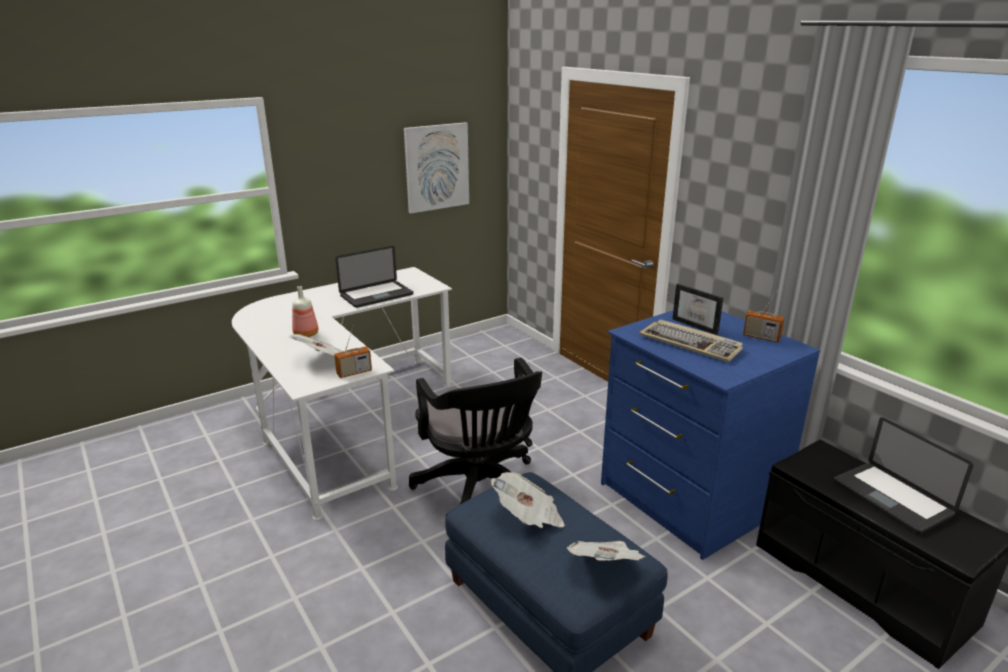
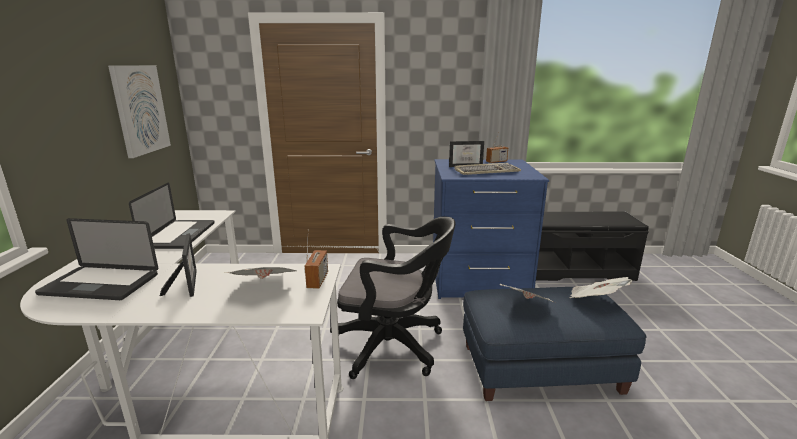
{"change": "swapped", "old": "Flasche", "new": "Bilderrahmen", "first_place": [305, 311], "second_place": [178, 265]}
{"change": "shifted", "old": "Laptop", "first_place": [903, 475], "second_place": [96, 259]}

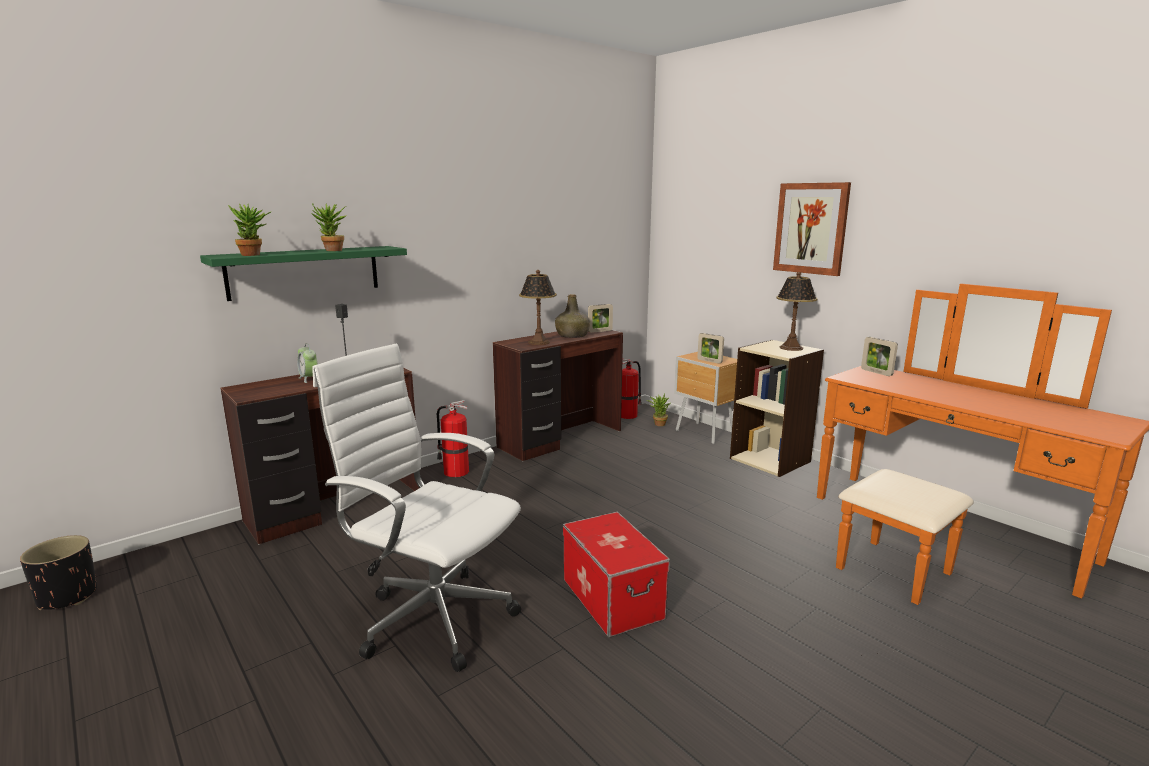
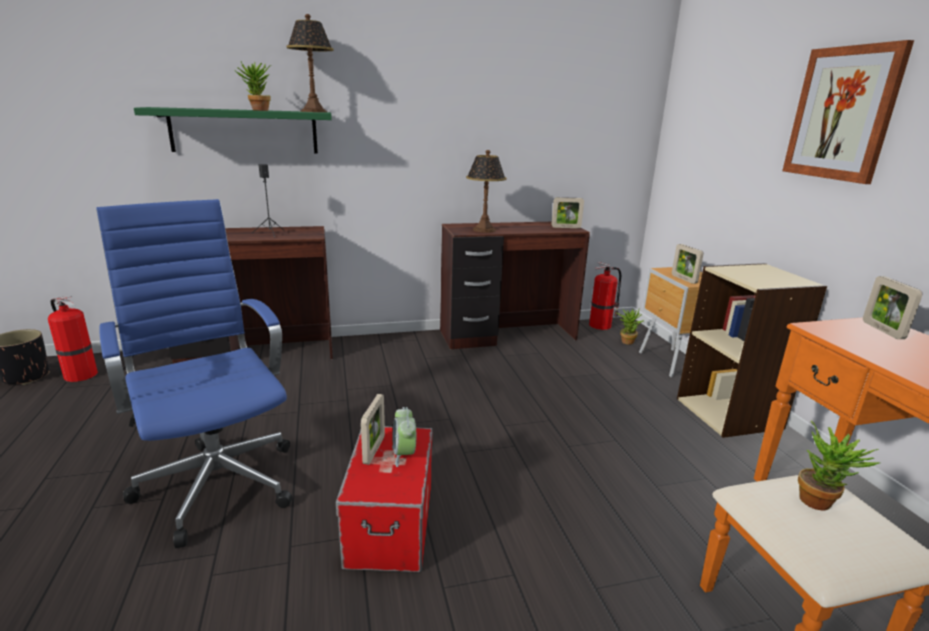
{"change": "shifted", "old": "Topfpflanze", "first_place": [249, 230], "second_place": [838, 466]}
{"change": "shifted", "old": "Wecker", "first_place": [307, 363], "second_place": [404, 437]}
{"change": "repainted", "old": "Bürostuhl/weiß", "new": "Bürostuhl/blau", "first_place": [416, 508], "second_place": [194, 373]}
{"change": "shifted", "old": "Feuerlöscher", "first_place": [453, 438], "second_place": [73, 339]}
{"change": "gone", "old": "Flasche/grün", "first_place": [572, 316]}
{"change": "shifted", "old": "Tischlampe", "first_place": [797, 311], "second_place": [310, 63]}
{"change": "new", "new": "Bilderrahmen", "second_place": [373, 429]}

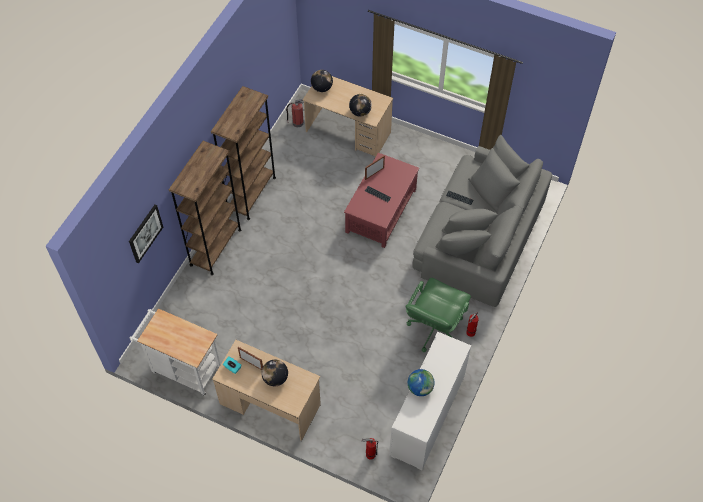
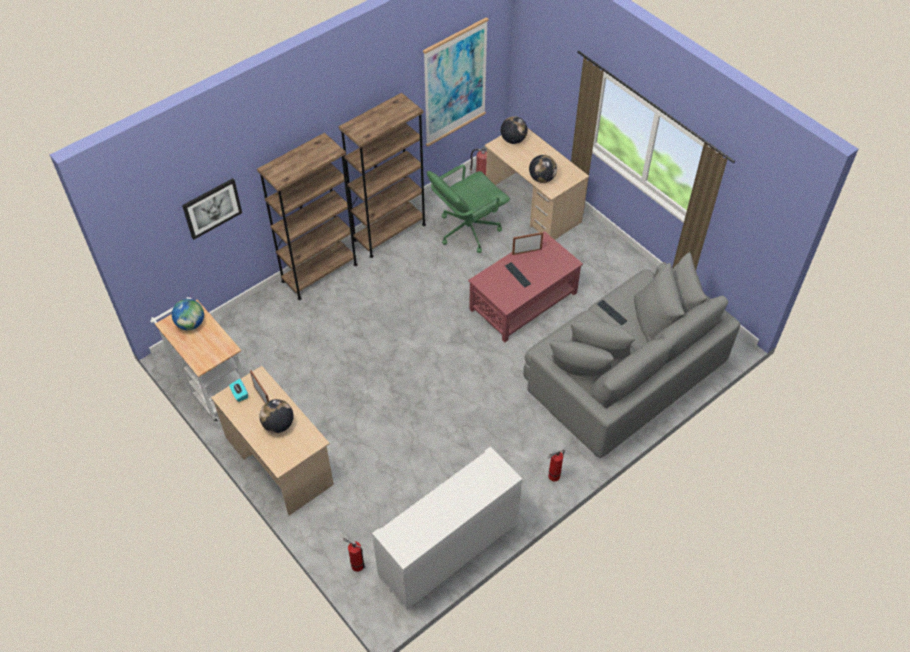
{"change": "shifted", "old": "Bürostuhl/grün", "first_place": [438, 315], "second_place": [468, 208]}
{"change": "shifted", "old": "Globus", "first_place": [421, 382], "second_place": [188, 314]}
{"change": "new", "new": "Bild", "second_place": [456, 82]}

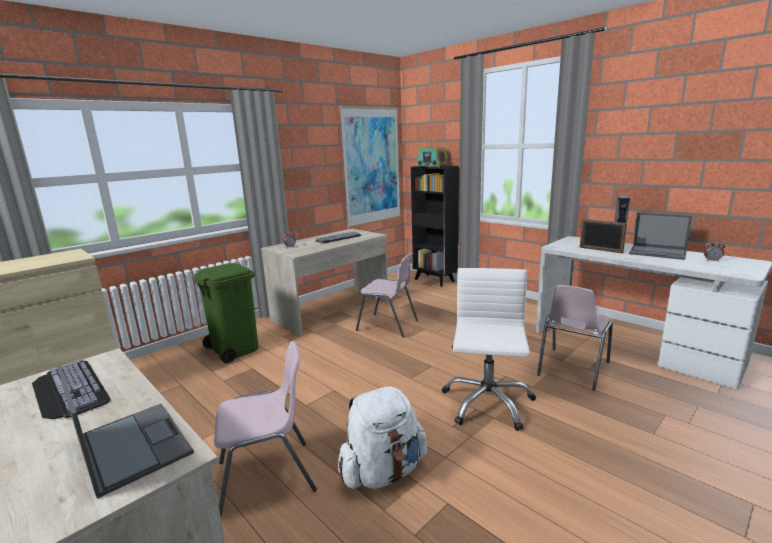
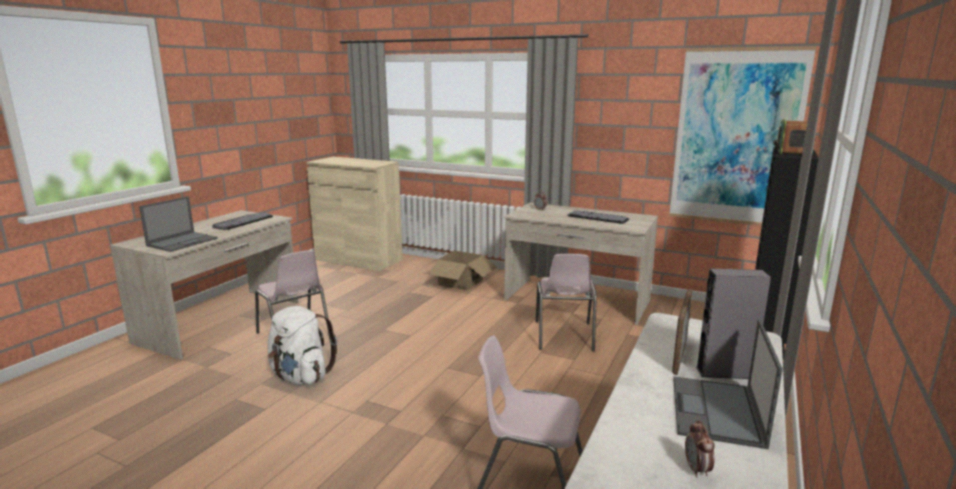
{"change": "swapped", "old": "Mülleimer/grün", "new": "Karton", "first_place": [227, 313], "second_place": [461, 271]}
{"change": "gone", "old": "Bürostuhl/weiß", "first_place": [489, 349]}

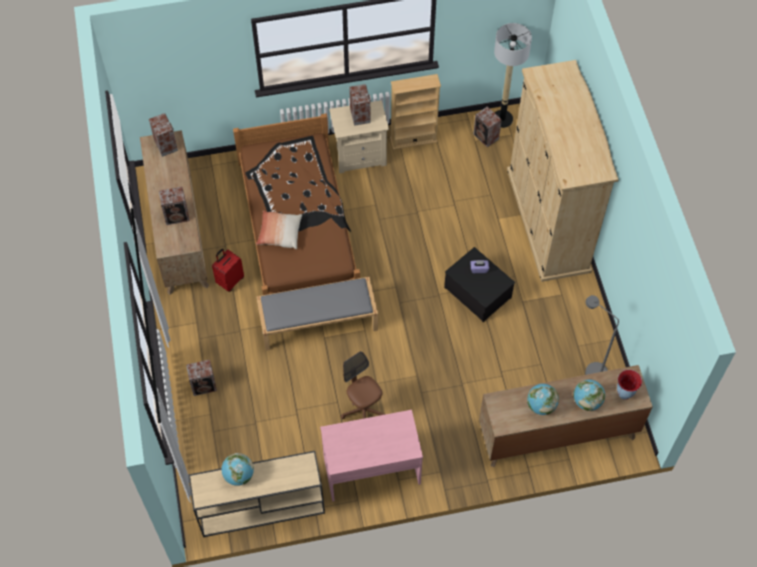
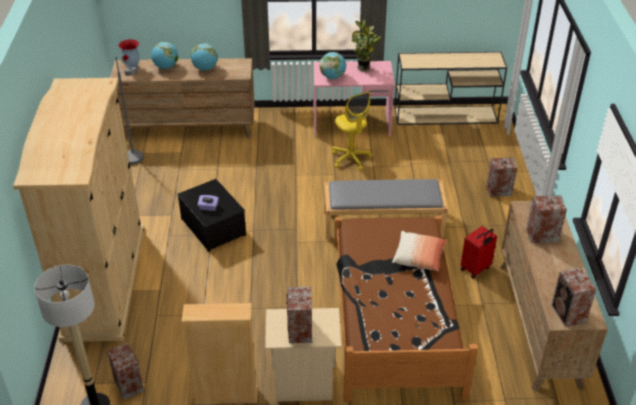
{"change": "shifted", "old": "Globus", "first_place": [238, 469], "second_place": [333, 65]}
{"change": "repainted", "old": "Bürostuhl/braun", "new": "Bürostuhl/gelb", "first_place": [363, 385], "second_place": [352, 131]}
{"change": "new", "new": "Topfpflanze", "second_place": [366, 45]}

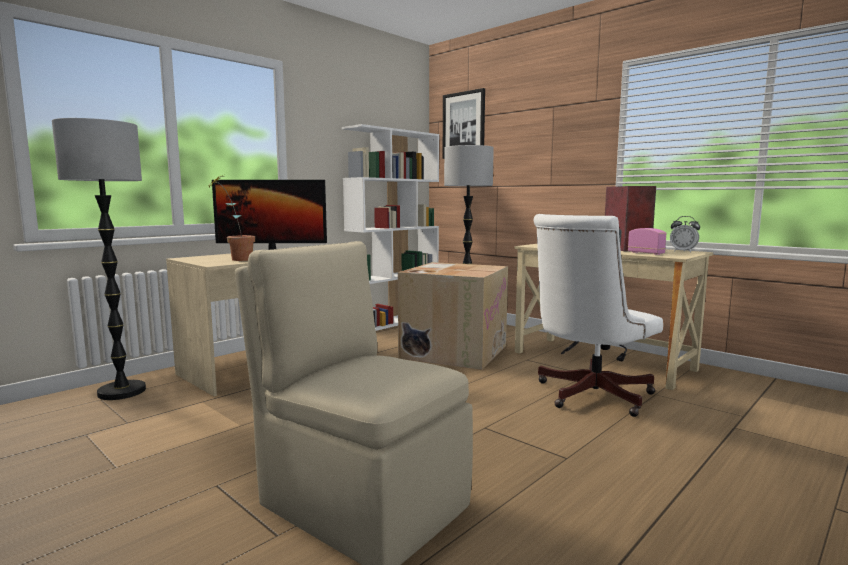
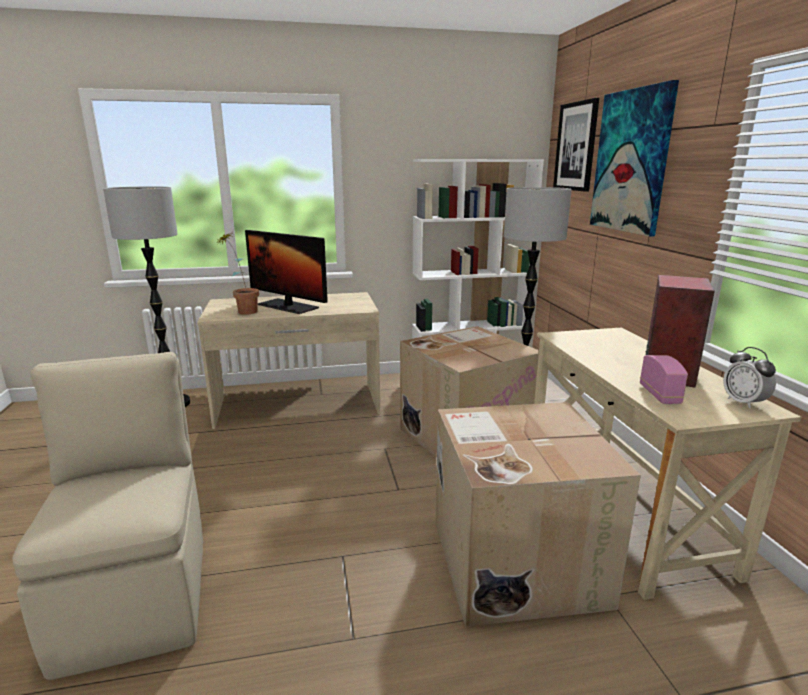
{"change": "swapped", "old": "Bürostuhl/weiß", "new": "Karton", "first_place": [598, 315], "second_place": [538, 514]}
{"change": "new", "new": "Bild", "second_place": [634, 158]}

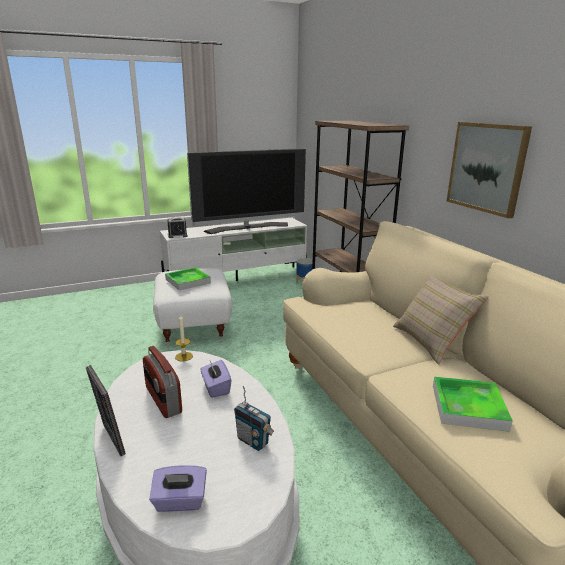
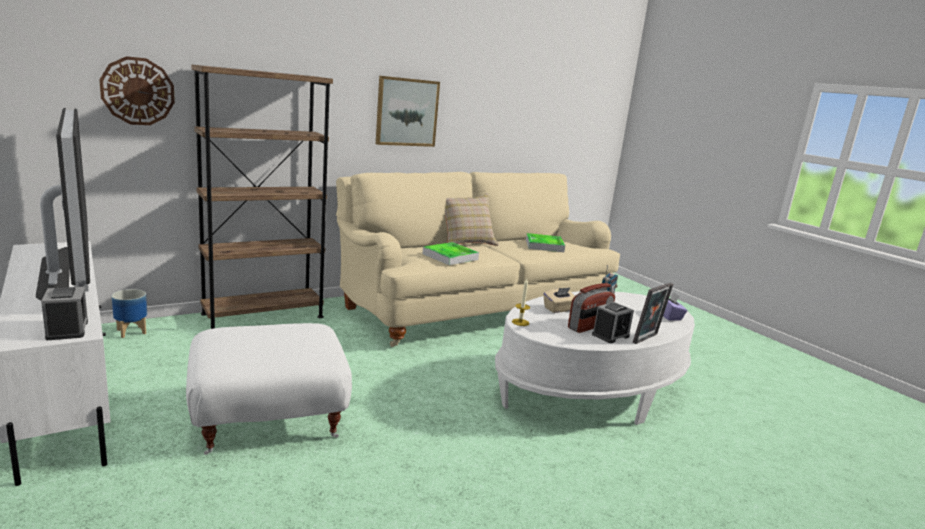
{"change": "shifted", "old": "Tablett", "first_place": [188, 279], "second_place": [451, 253]}
{"change": "repainted", "old": "Taschentuchbox/lila", "new": "Taschentuchbox/beige", "first_place": [215, 379], "second_place": [559, 300]}
{"change": "new", "new": "Wanduhr", "second_place": [137, 90]}
{"change": "new", "new": "Wecker", "second_place": [613, 322]}

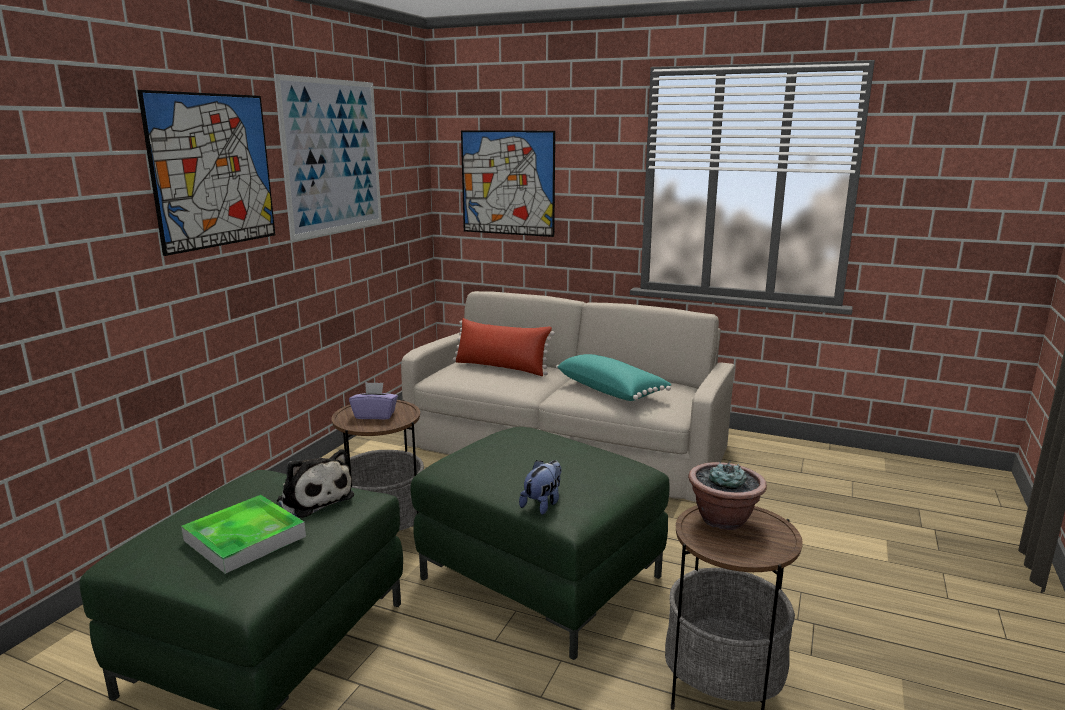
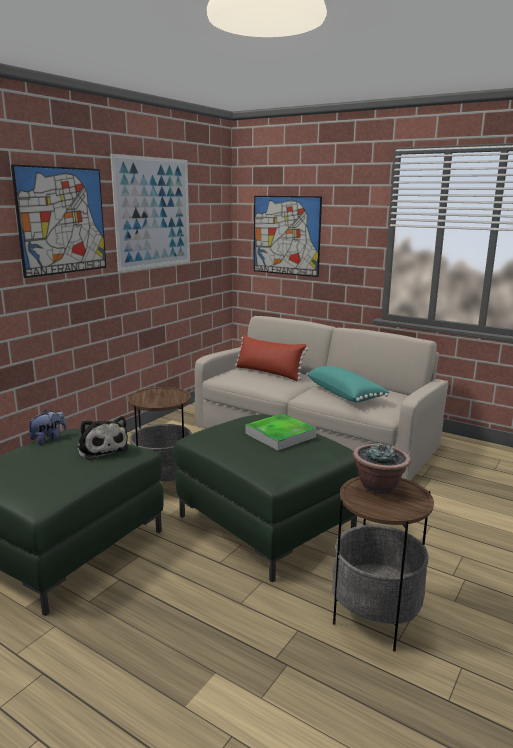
{"change": "shifted", "old": "Tablett", "first_place": [243, 534], "second_place": [280, 431]}
{"change": "gone", "old": "Taschentuchbox/lila", "first_place": [373, 401]}
{"change": "shifted", "old": "Plüschtier", "first_place": [540, 487], "second_place": [47, 427]}

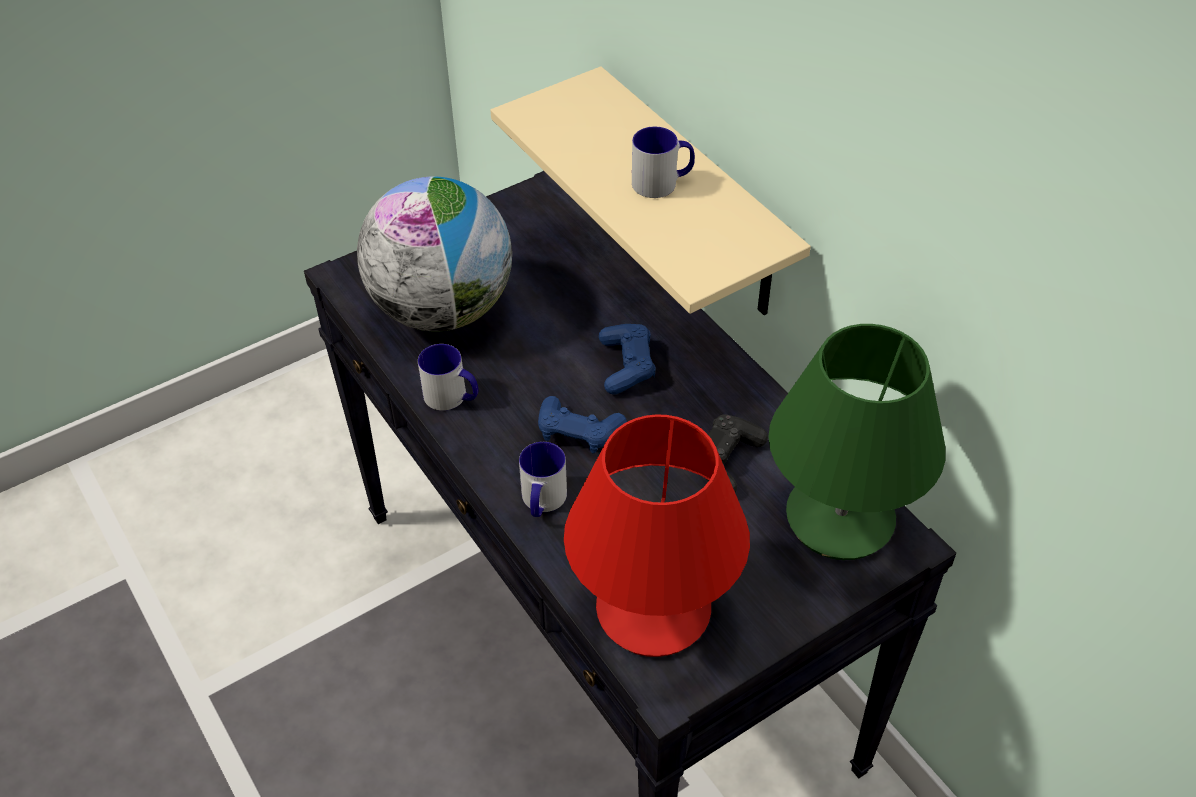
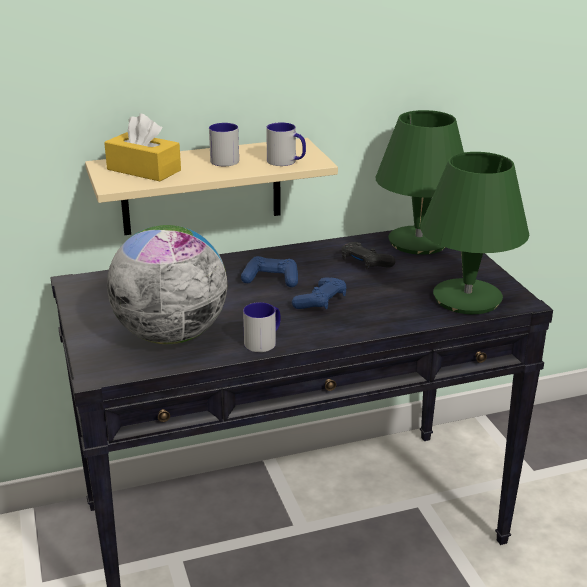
{"change": "shifted", "old": "Henkelbecher", "first_place": [543, 479], "second_place": [286, 144]}
{"change": "repainted", "old": "Tischlampe/rot", "new": "Tischlampe/grün", "first_place": [657, 535], "second_place": [474, 233]}
{"change": "new", "new": "Taschentuchbox/gelb", "second_place": [142, 148]}

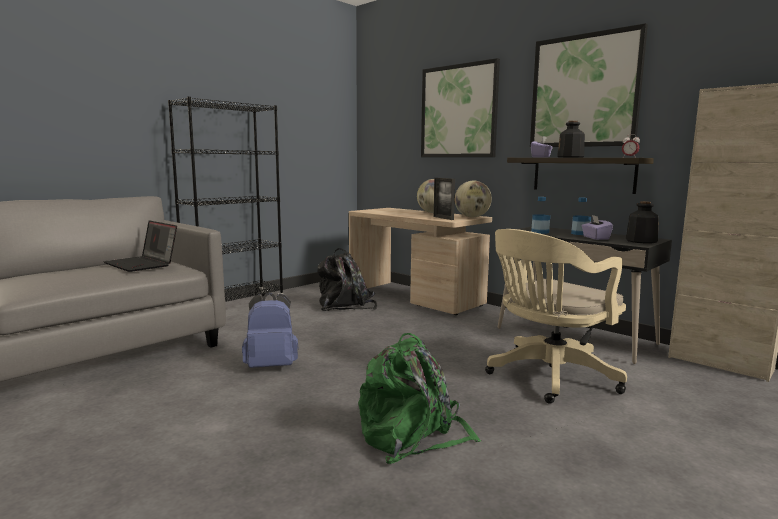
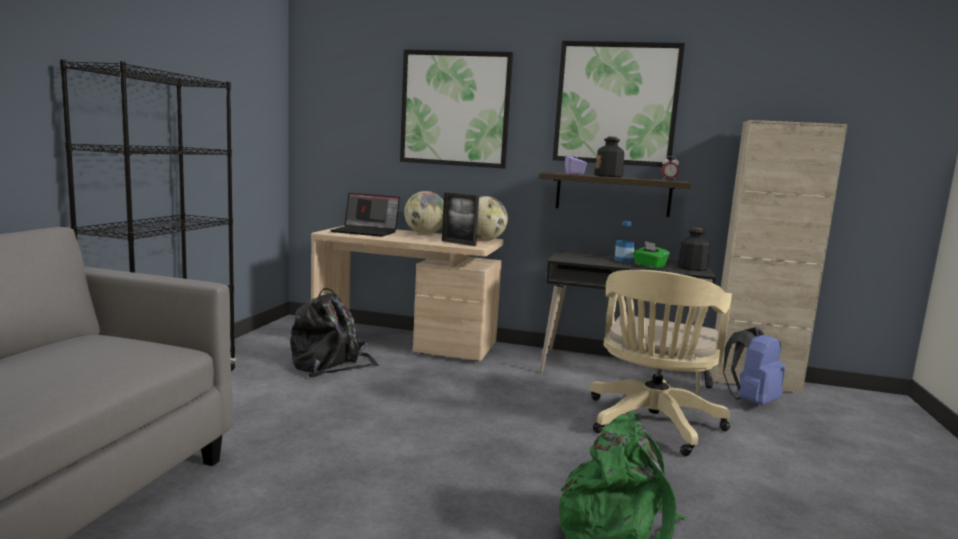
{"change": "shifted", "old": "Laptop", "first_place": [140, 246], "second_place": [365, 215]}
{"change": "shifted", "old": "Rucksack/blau", "first_place": [270, 330], "second_place": [754, 366]}
{"change": "gone", "old": "Flasche", "first_place": [540, 215]}
{"change": "repainted", "old": "Taschentuchbox/lila", "new": "Taschentuchbox/grün", "first_place": [597, 227], "second_place": [651, 254]}

